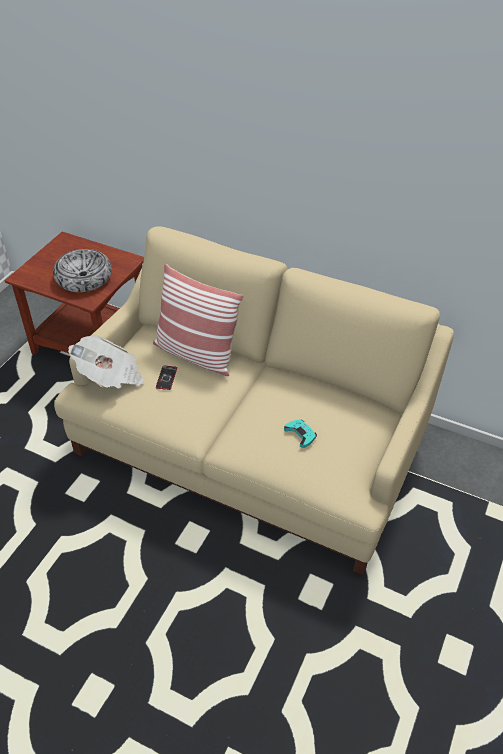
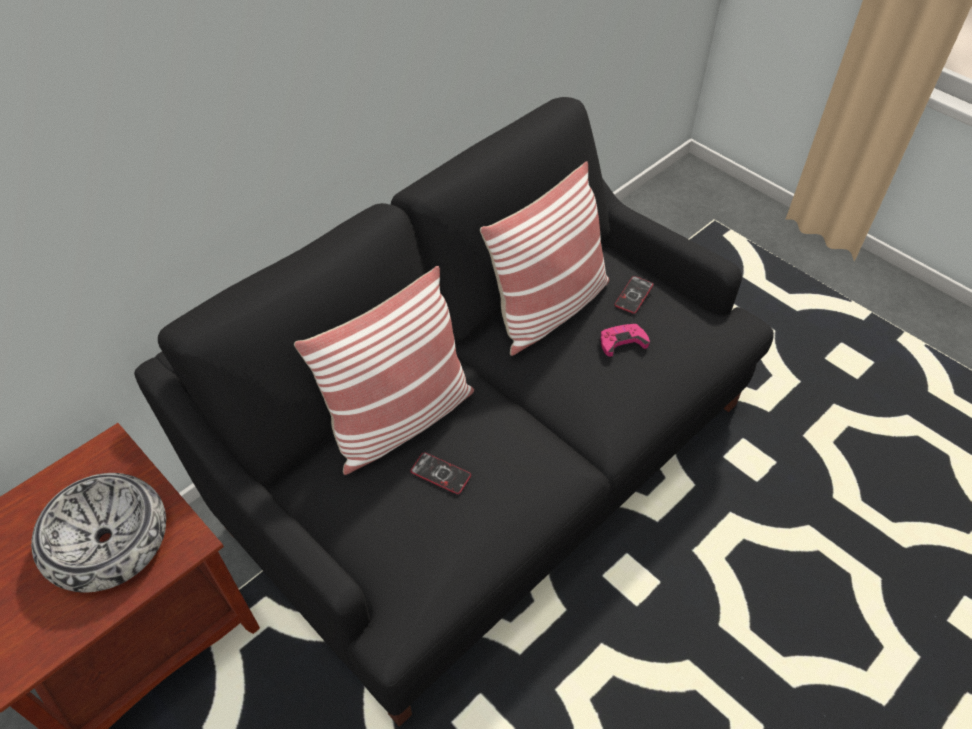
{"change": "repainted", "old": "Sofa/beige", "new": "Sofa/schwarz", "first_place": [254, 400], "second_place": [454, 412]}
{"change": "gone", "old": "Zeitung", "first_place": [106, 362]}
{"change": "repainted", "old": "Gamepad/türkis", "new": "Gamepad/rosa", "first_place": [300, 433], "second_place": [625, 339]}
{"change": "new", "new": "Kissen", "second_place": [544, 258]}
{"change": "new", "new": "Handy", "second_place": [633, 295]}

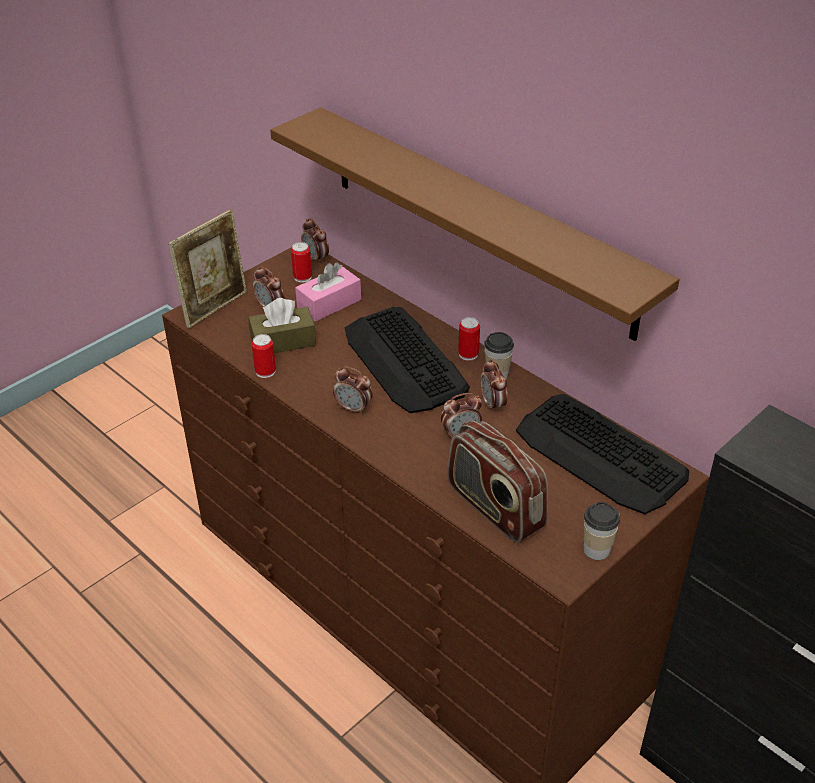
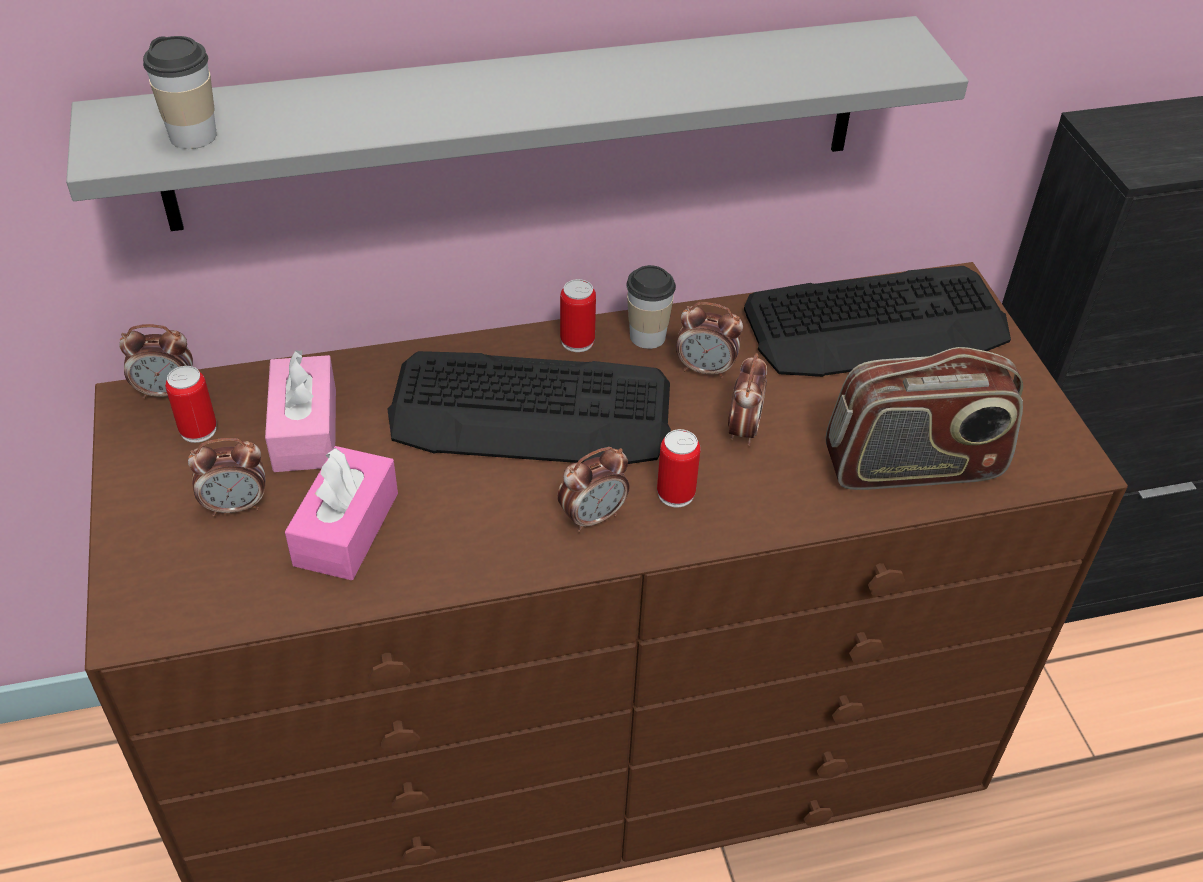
{"change": "gone", "old": "Bilderrahmen", "first_place": [207, 268]}
{"change": "repainted", "old": "Taschentuchbox/braun", "new": "Taschentuchbox/rosa", "first_place": [282, 325], "second_place": [341, 513]}
{"change": "shifted", "old": "Dose", "first_place": [264, 356], "second_place": [679, 468]}
{"change": "repainted", "old": "Wandregal/braun", "new": "Wandregal/grau", "first_place": [475, 224], "second_place": [517, 123]}
{"change": "shifted", "old": "Tasse", "first_place": [602, 531], "second_place": [180, 92]}

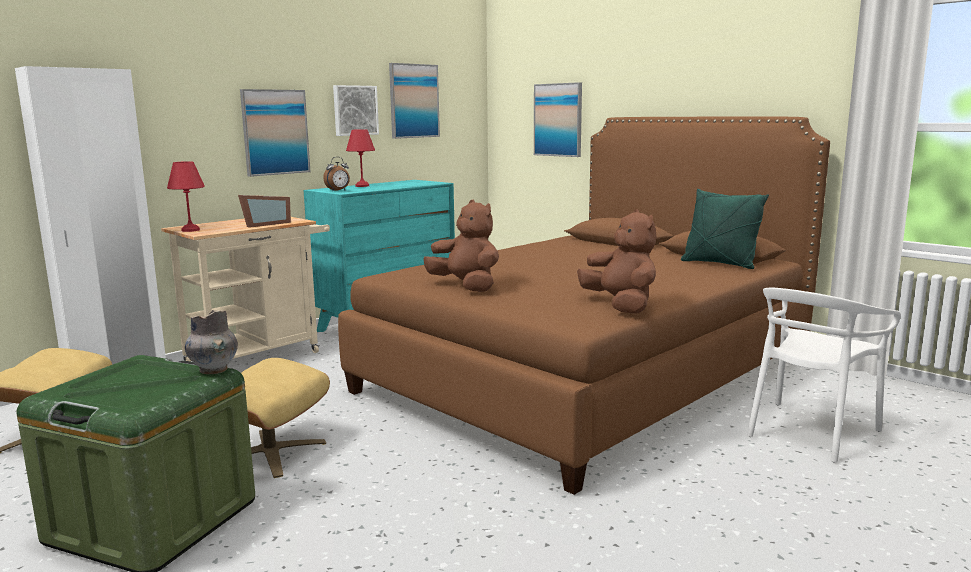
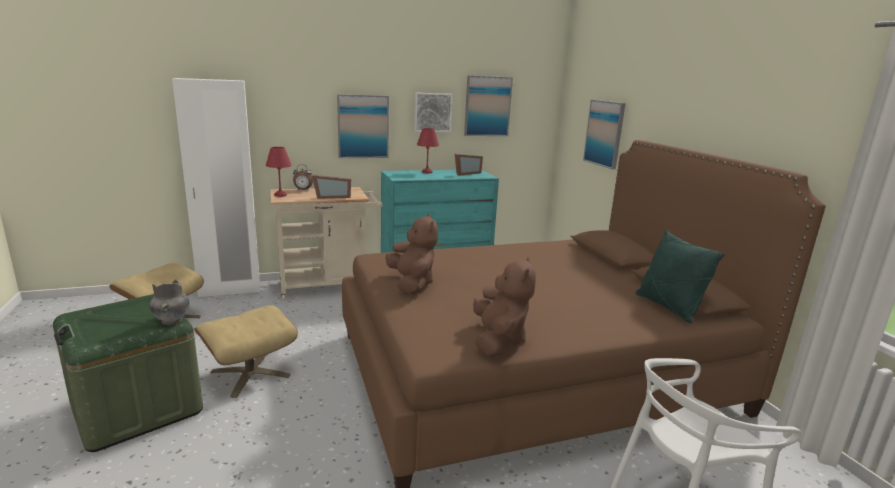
{"change": "shifted", "old": "Wecker", "first_place": [336, 174], "second_place": [303, 178]}
{"change": "new", "new": "Bilderrahmen", "second_place": [469, 165]}

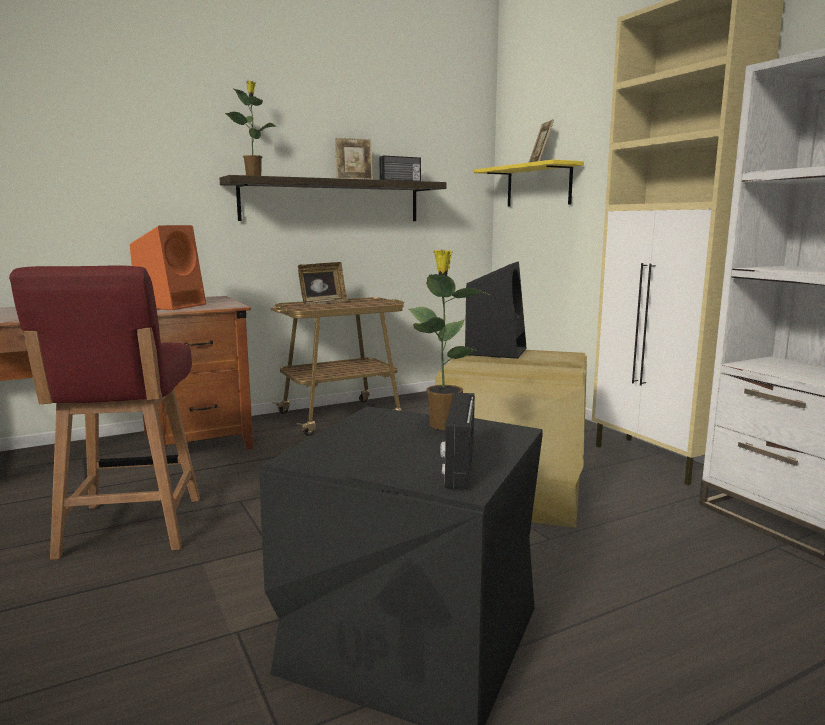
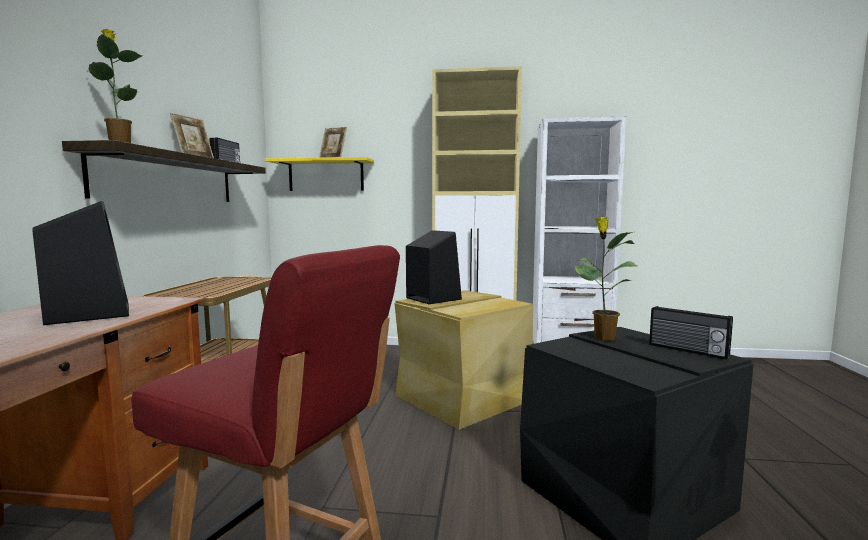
{"change": "repainted", "old": "Lautsprecher/orange", "new": "Lautsprecher/schwarz", "first_place": [168, 267], "second_place": [80, 263]}
{"change": "gone", "old": "Bilderrahmen", "first_place": [323, 283]}

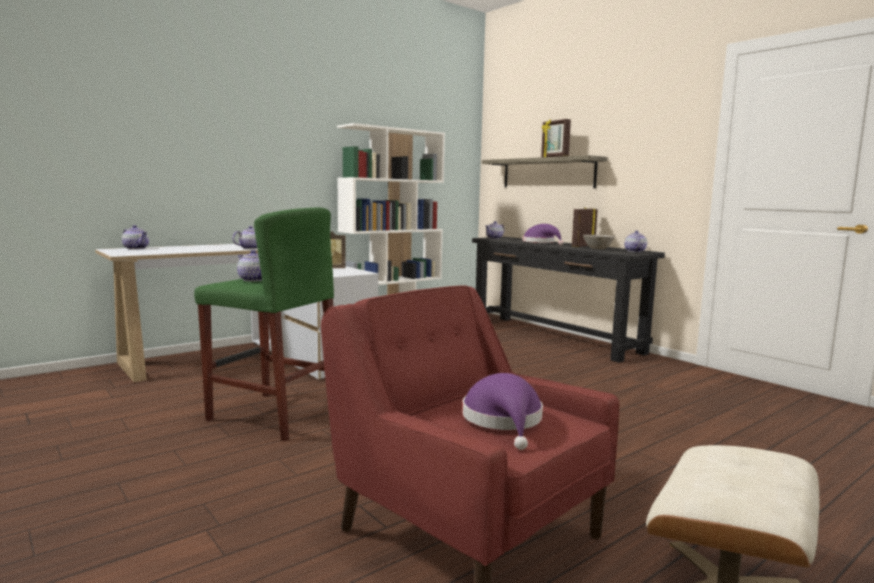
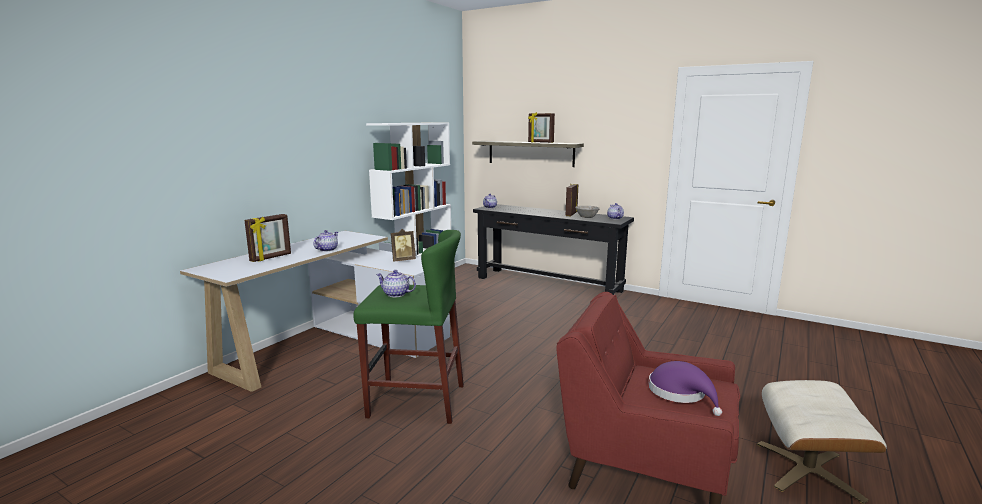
{"change": "gone", "old": "Teekanne", "first_place": [135, 237]}
{"change": "gone", "old": "Hut/lila", "first_place": [543, 234]}
{"change": "new", "new": "Bilderrahmen", "second_place": [267, 238]}

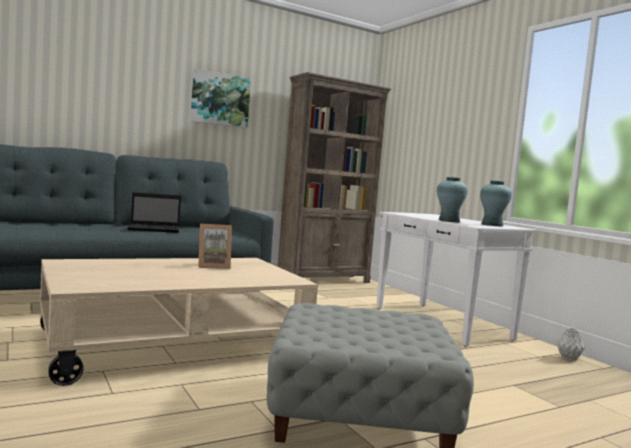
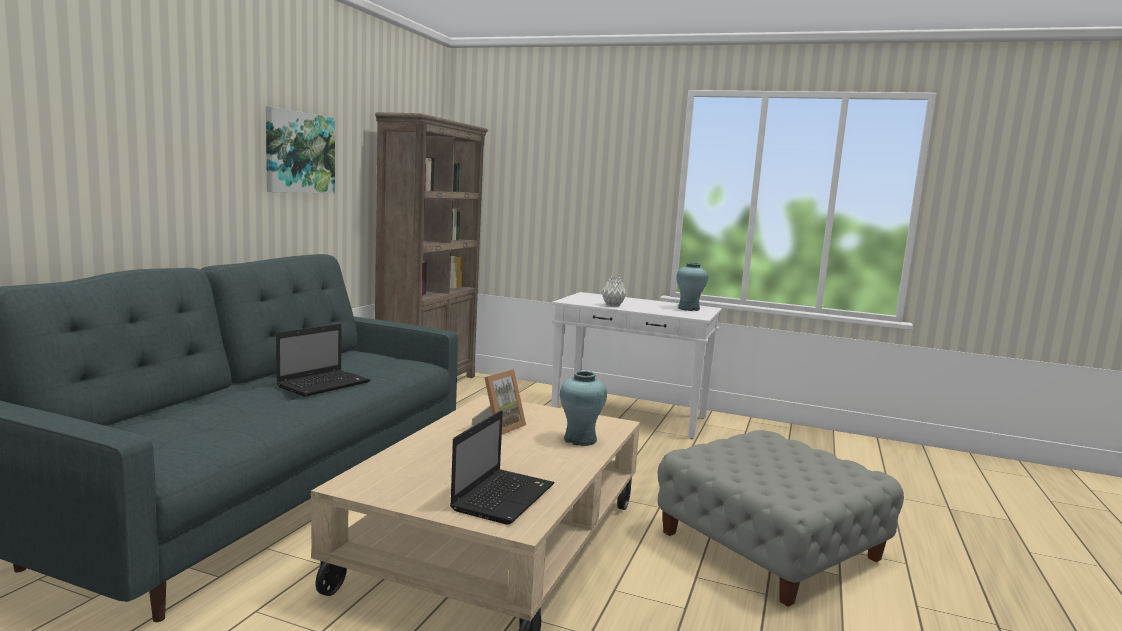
{"change": "shifted", "old": "Vase/türkis", "first_place": [452, 199], "second_place": [583, 408]}
{"change": "shifted", "old": "Vase/grau", "first_place": [570, 344], "second_place": [614, 291]}
{"change": "new", "new": "Laptop", "second_place": [502, 468]}

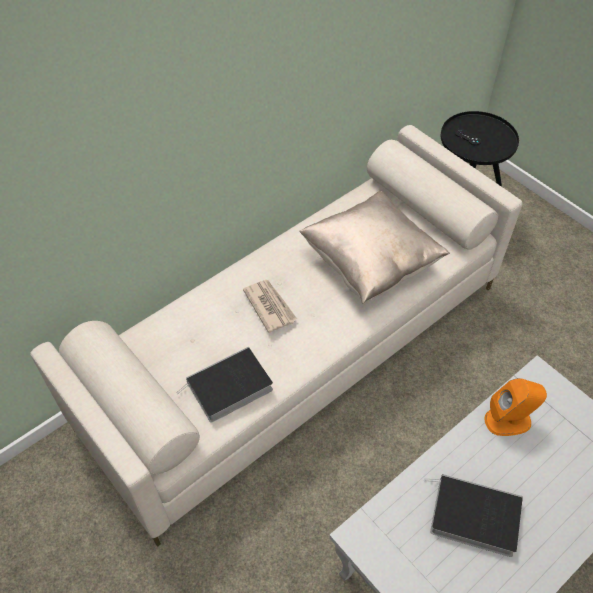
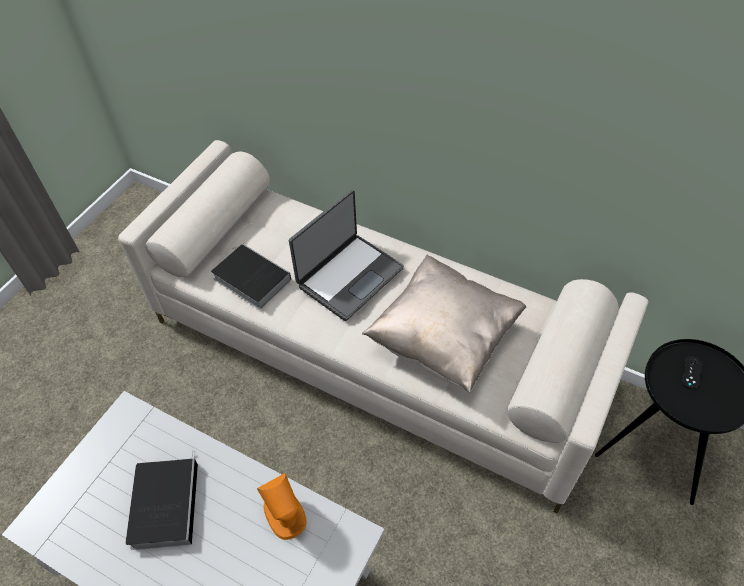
{"change": "swapped", "old": "Zeitung", "new": "Laptop", "first_place": [270, 306], "second_place": [346, 255]}

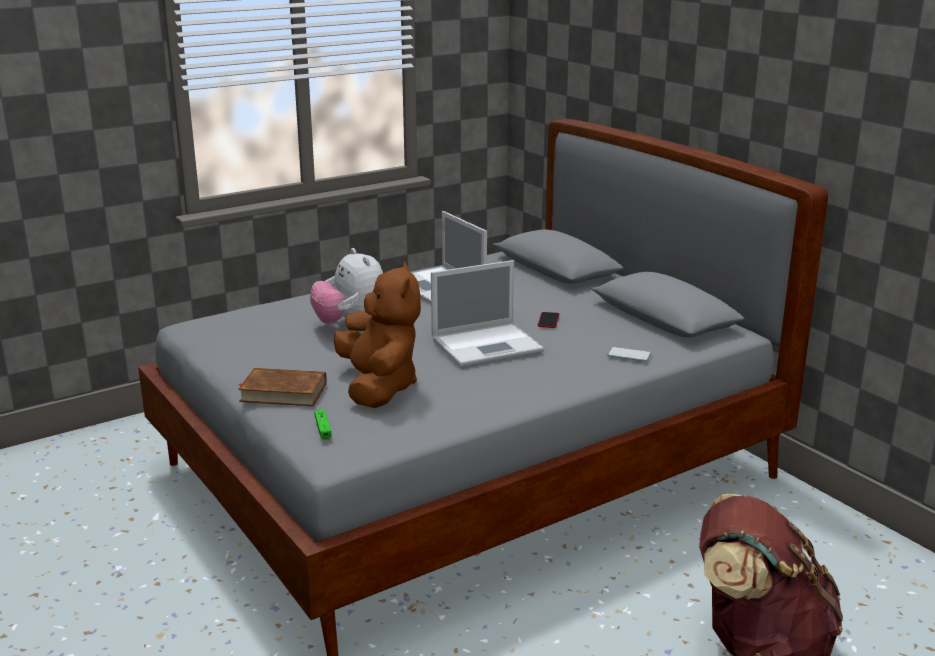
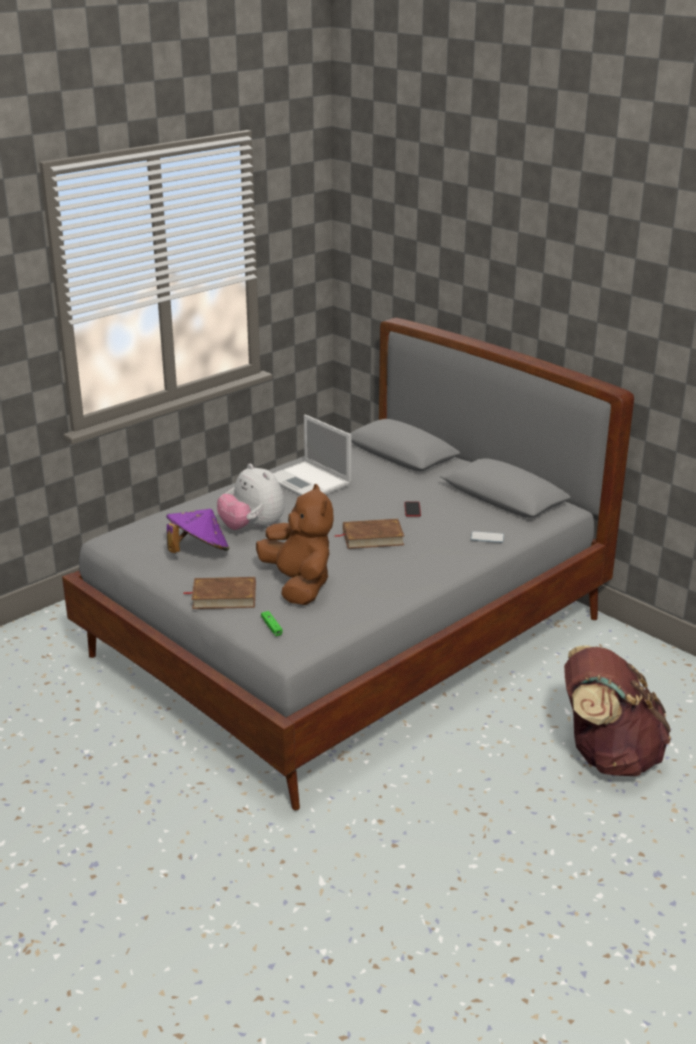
{"change": "swapped", "old": "Laptop", "new": "Buch/braun", "first_place": [487, 313], "second_place": [369, 534]}
{"change": "new", "new": "Hut/lila", "second_place": [197, 531]}

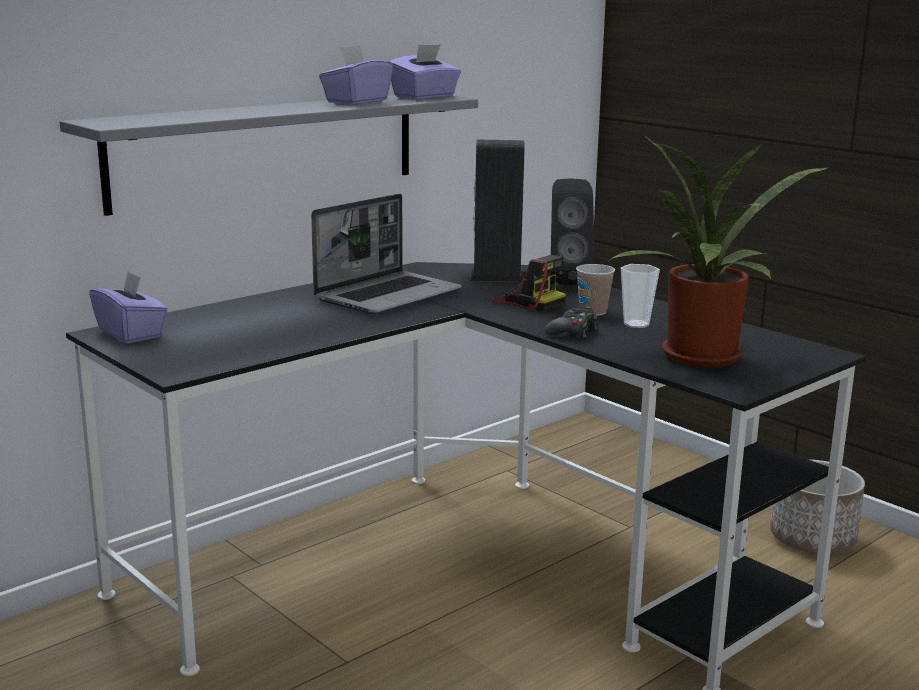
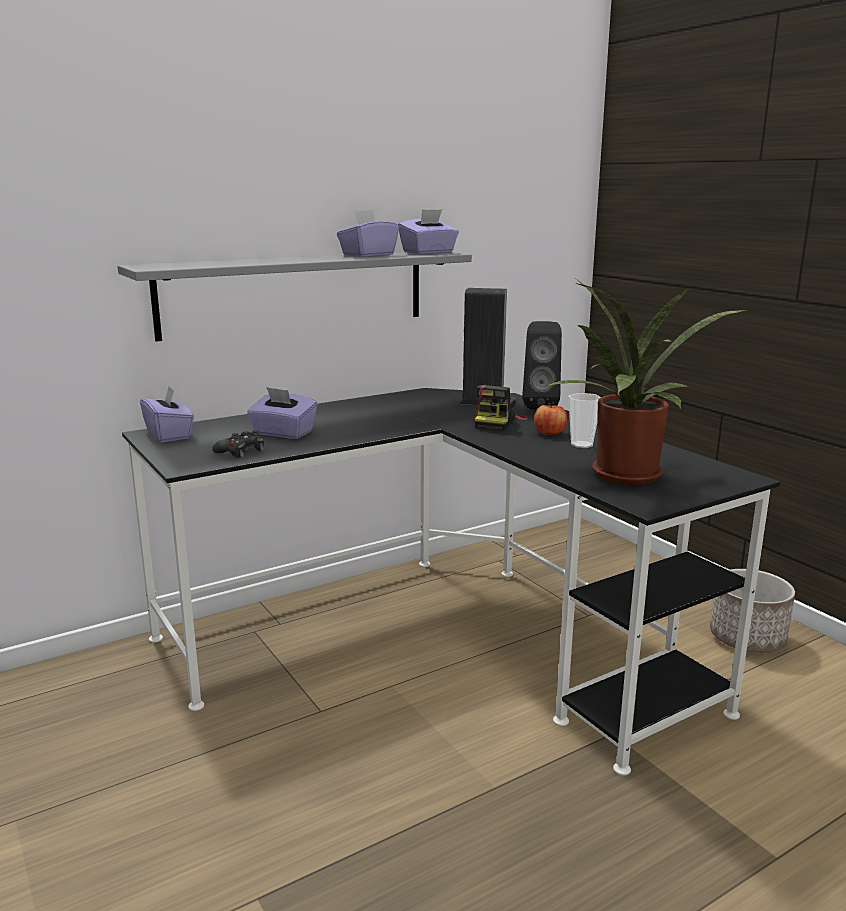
{"change": "gone", "old": "Laptop", "first_place": [386, 254]}
{"change": "rotated", "old": "Kamera", "first_place": [528, 283], "second_place": [500, 407], "degrees": 60}
{"change": "shifted", "old": "Gamepad/schwarz", "first_place": [570, 322], "second_place": [238, 444]}
{"change": "swapped", "old": "Tasse", "new": "Apfel", "first_place": [595, 290], "second_place": [550, 419]}
{"change": "new", "new": "Taschentuchbox/lila", "second_place": [282, 413]}

